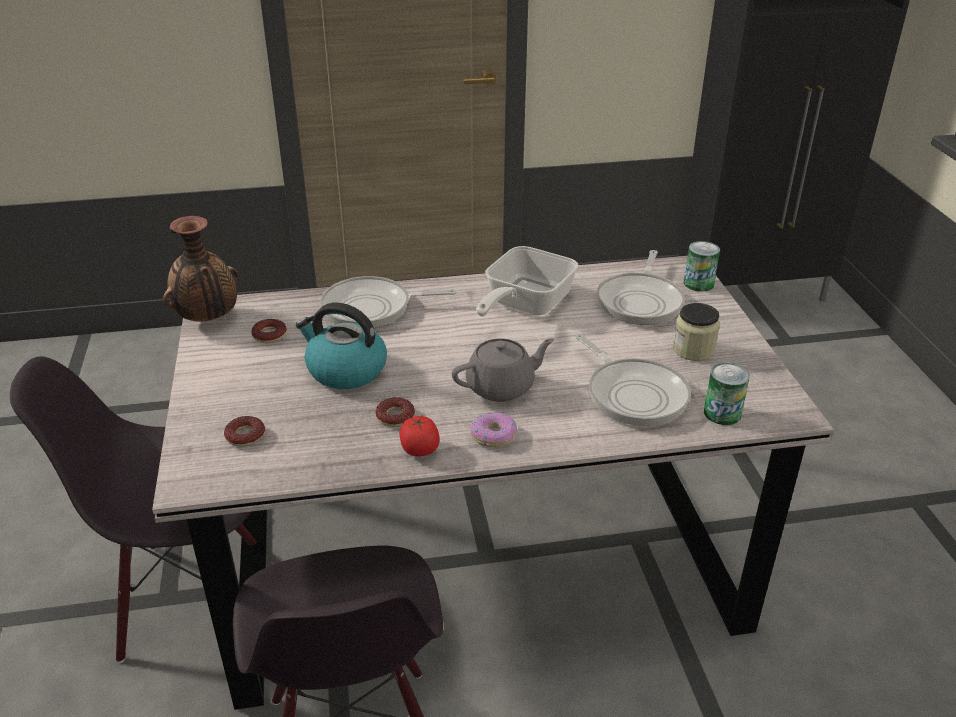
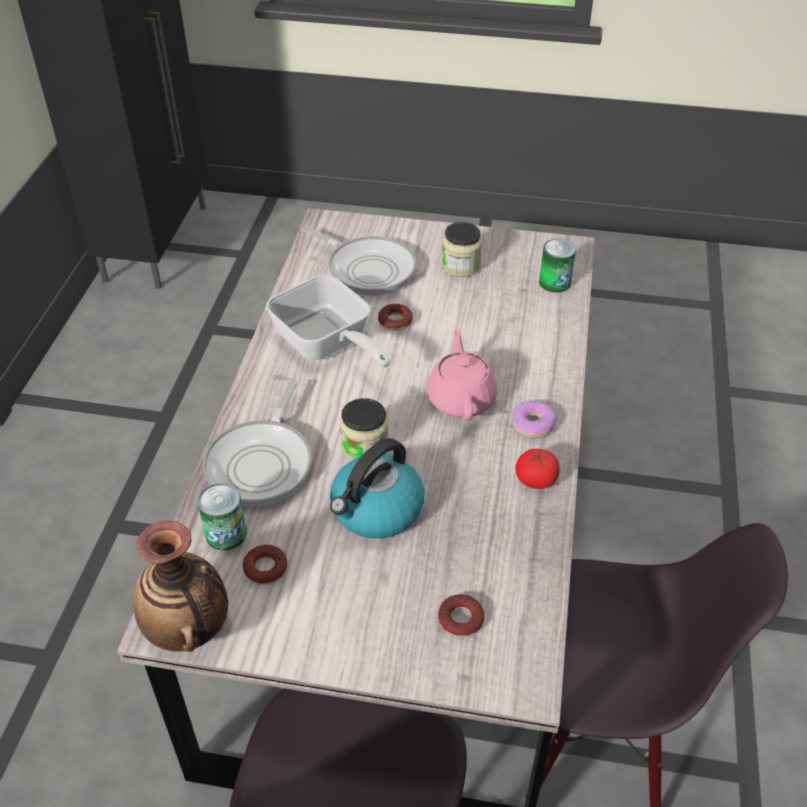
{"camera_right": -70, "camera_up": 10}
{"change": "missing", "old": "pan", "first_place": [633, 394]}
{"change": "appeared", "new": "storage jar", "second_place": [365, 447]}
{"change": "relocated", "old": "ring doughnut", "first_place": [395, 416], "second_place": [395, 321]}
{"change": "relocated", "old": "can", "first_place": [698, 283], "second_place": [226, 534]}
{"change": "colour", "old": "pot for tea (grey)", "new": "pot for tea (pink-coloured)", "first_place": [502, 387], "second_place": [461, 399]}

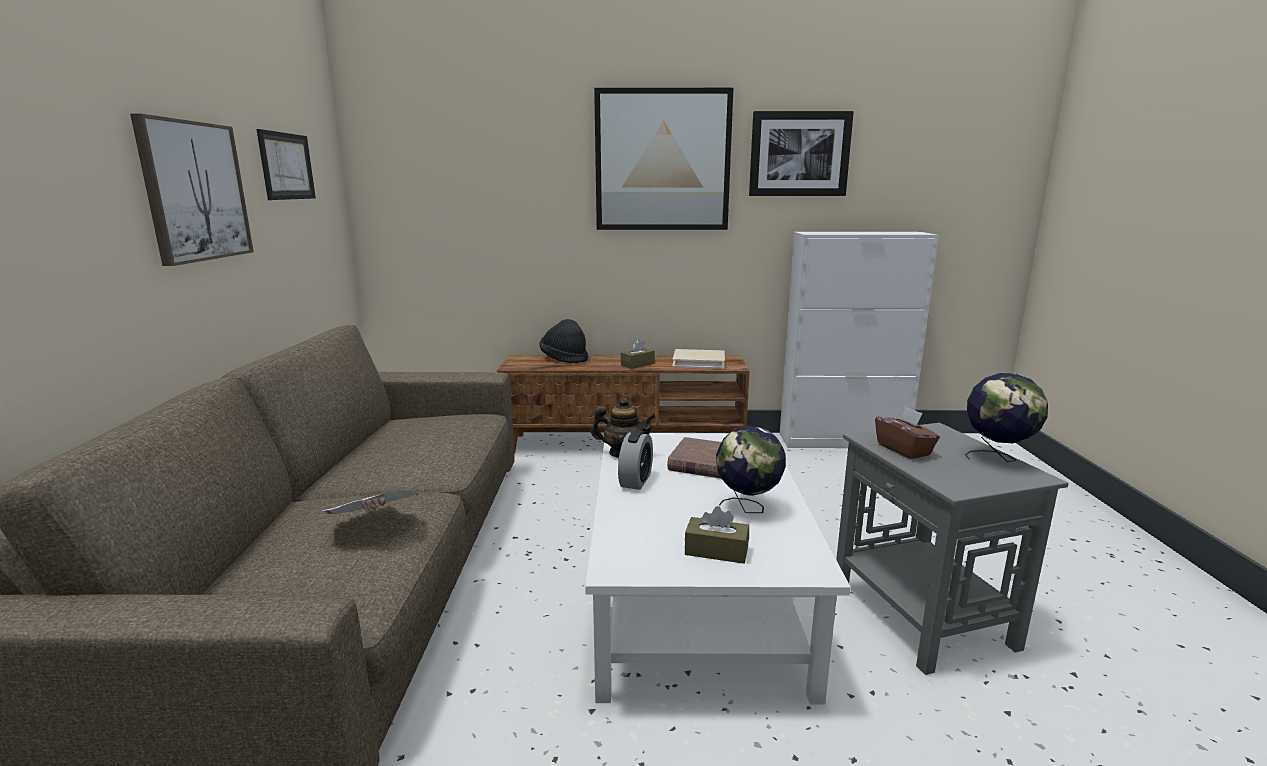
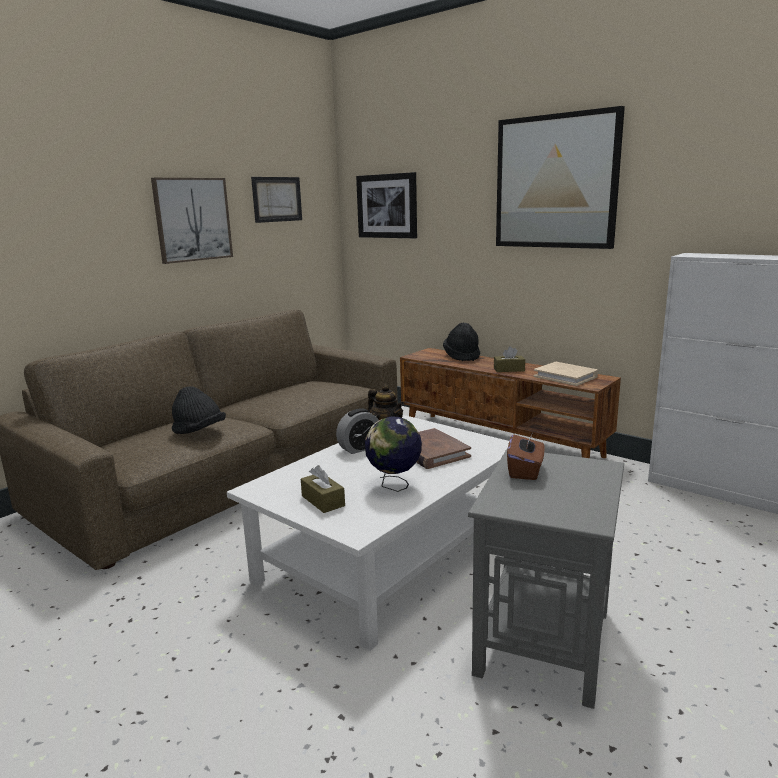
{"camera_right": 40, "camera_up": 0}
{"change": "missing", "old": "world globe", "first_place": [997, 458]}
{"change": "relocated", "old": "picture", "first_place": [799, 154], "second_place": [387, 206]}
{"change": "exchanged", "old": "daily paper", "new": "hat (blackish)", "first_place": [374, 525], "second_place": [199, 432]}

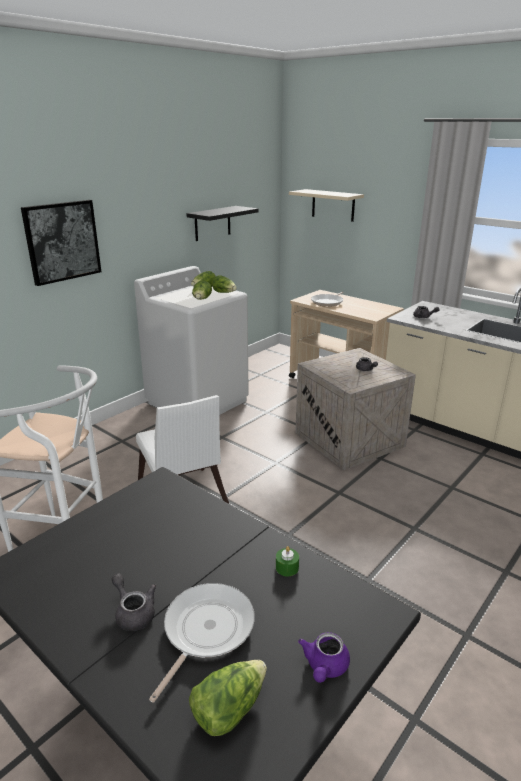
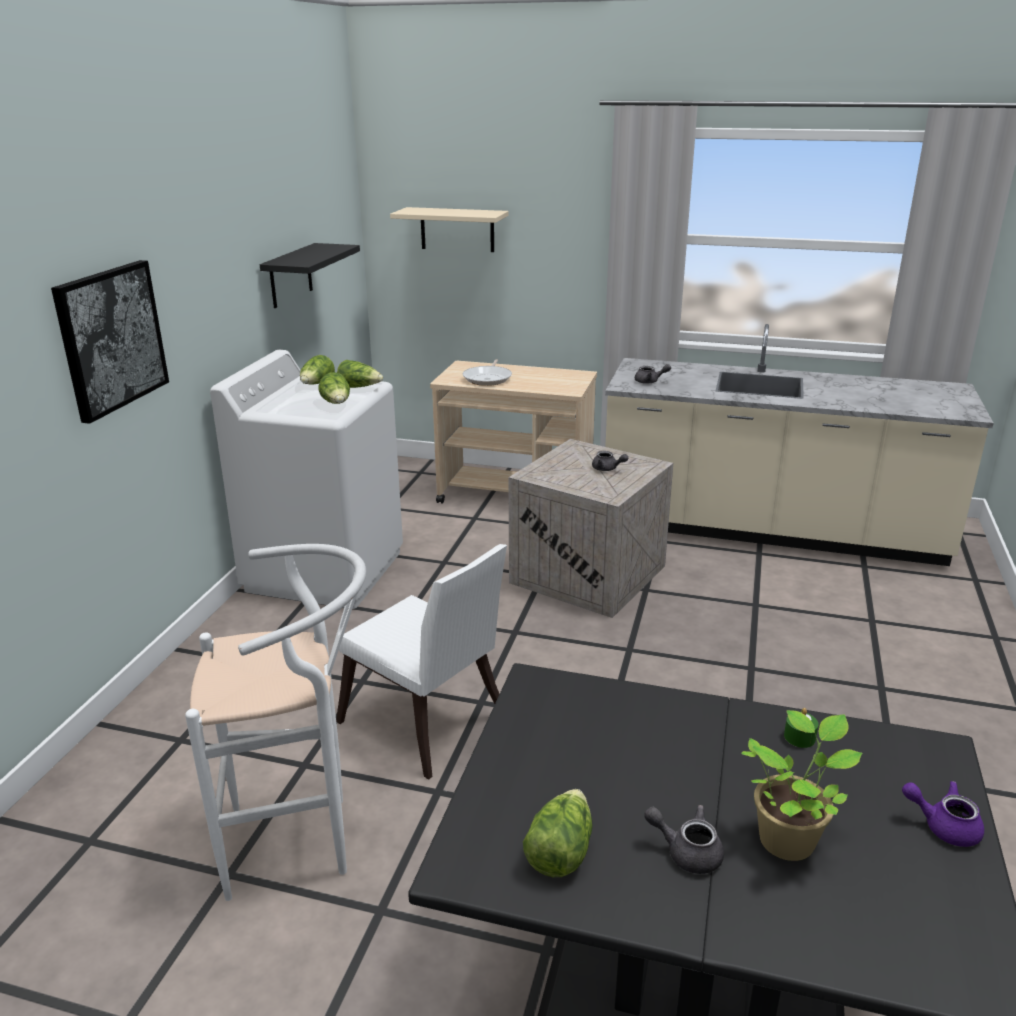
{"camera_right": -25, "camera_up": 0}
{"change": "relocated", "old": "head of lettuce", "first_place": [228, 708], "second_place": [559, 850]}
{"change": "exchanged", "old": "pan", "new": "houseplant", "first_place": [205, 630], "second_place": [789, 838]}
{"change": "spun", "old": "pot for tea (purple-coloured)", "first_place": [324, 667], "second_place": [943, 826], "degrees": 120}

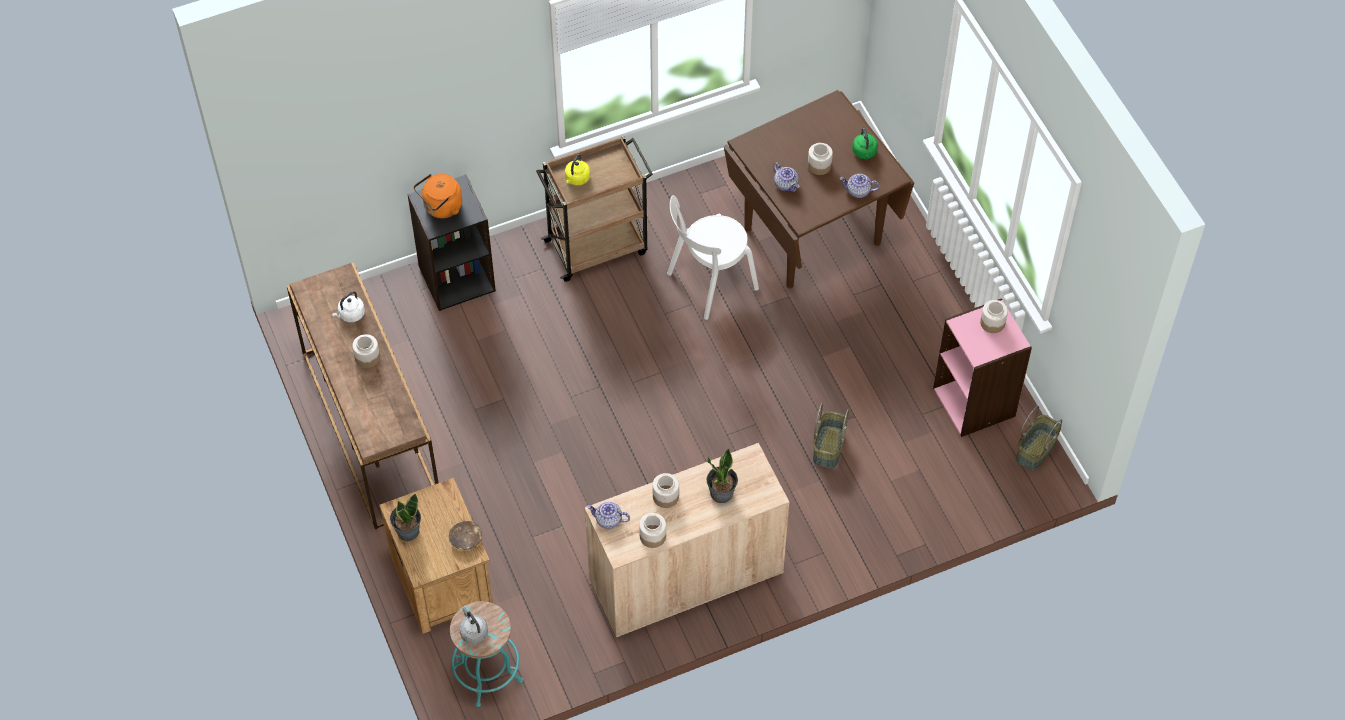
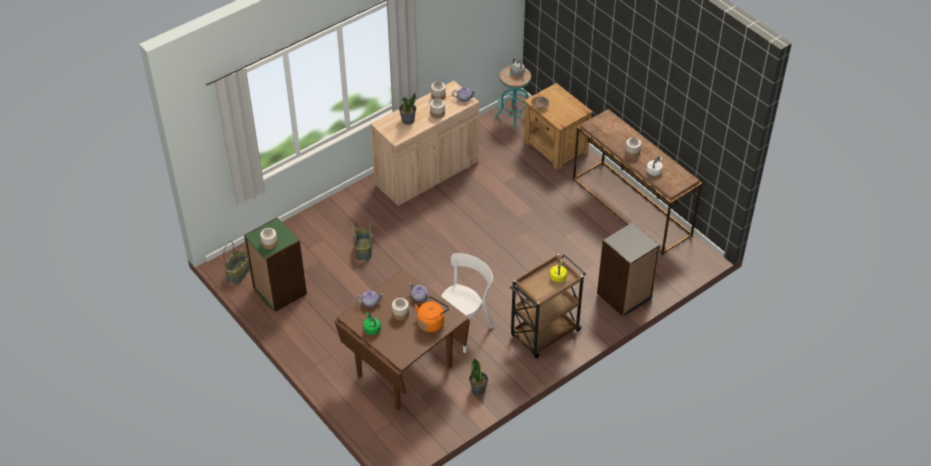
{"camera_right": 165, "camera_up": -10}
{"change": "relocated", "old": "houseplant", "first_place": [407, 531], "second_place": [478, 389]}
{"change": "relocated", "old": "tea kettle (orange)", "first_place": [441, 208], "second_place": [431, 322]}
{"change": "colour", "old": "bookshelf (pink-coloured)", "new": "bookshelf (green)", "first_place": [975, 402], "second_place": [279, 291]}

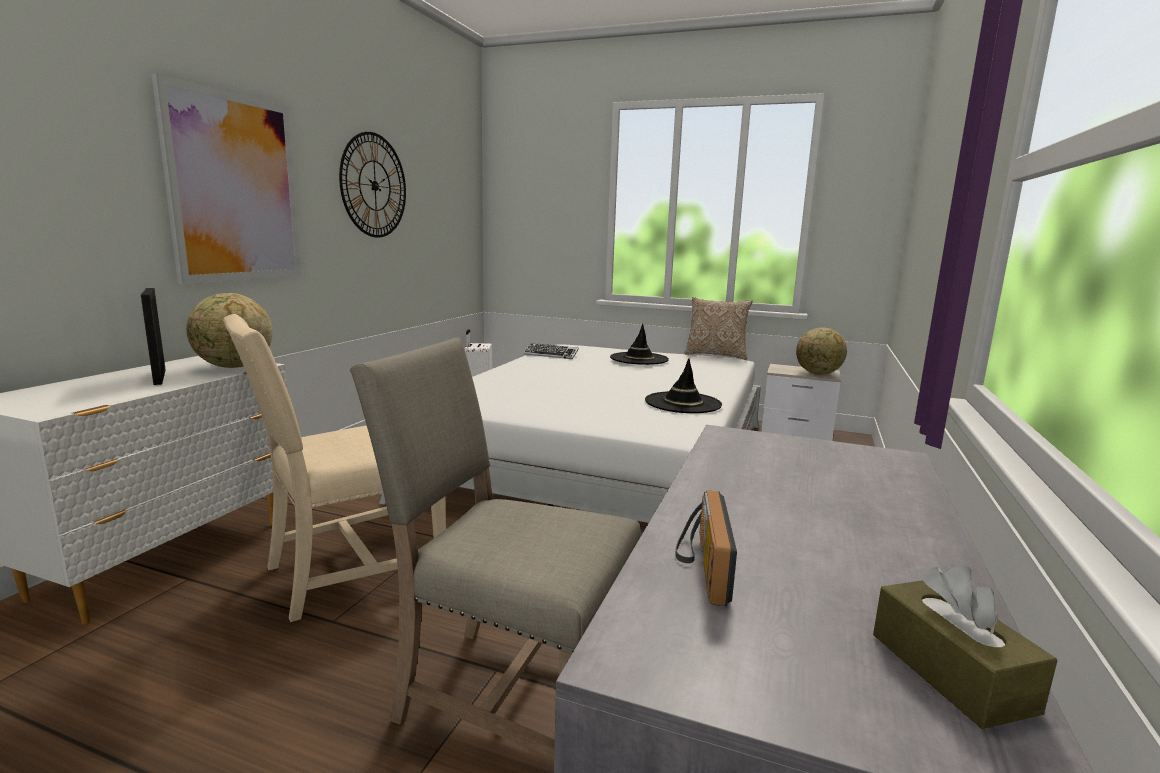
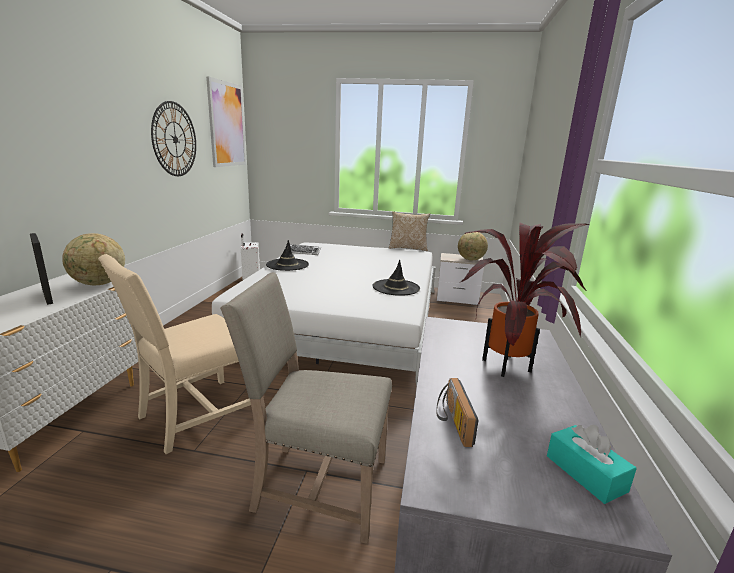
{"camera_right": -10, "camera_up": 5}
{"change": "appeared", "new": "houseplant", "second_place": [512, 366]}
{"change": "relocated", "old": "picture", "first_place": [234, 188], "second_place": [227, 124]}
{"change": "relocated", "old": "hat (blackish)", "first_place": [639, 359], "second_place": [287, 265]}
{"change": "colour", "old": "tissue box (brownish)", "new": "tissue box (blue-green)", "first_place": [950, 671], "second_place": [585, 473]}

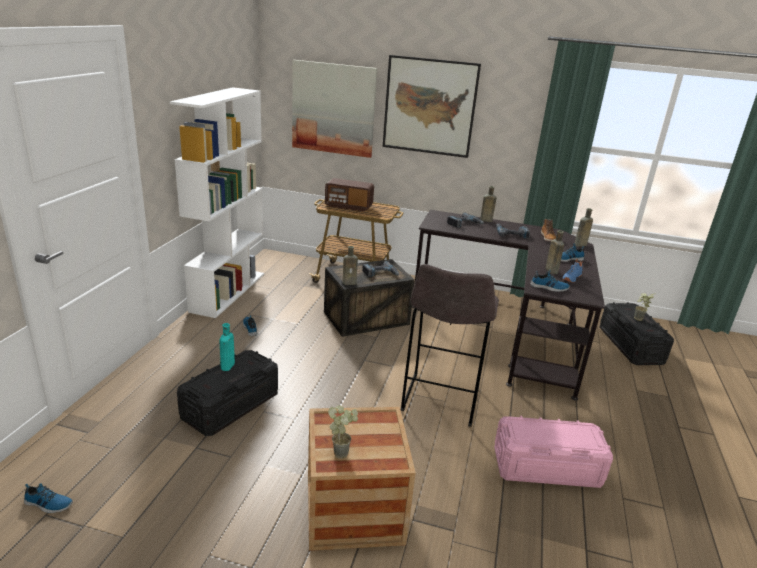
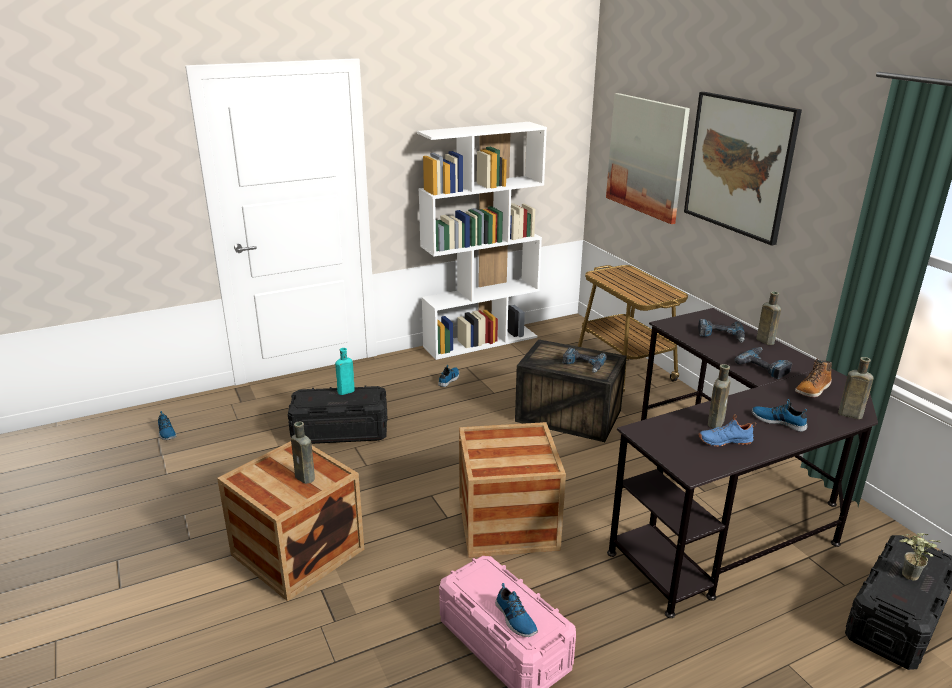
{"camera_right": 50, "camera_up": 0}
{"change": "missing", "old": "radio", "first_place": [348, 206]}
{"change": "missing", "old": "houseplant", "first_place": [342, 451]}
{"change": "relocated", "old": "drink bottle (brownish)", "first_place": [350, 283], "second_place": [306, 478]}
{"change": "relocated", "old": "low shoe", "first_place": [549, 287], "second_place": [514, 619]}
{"change": "exchanged", "old": "stool seat (grey)", "new": "crate", "first_place": [440, 401], "second_place": [507, 523]}

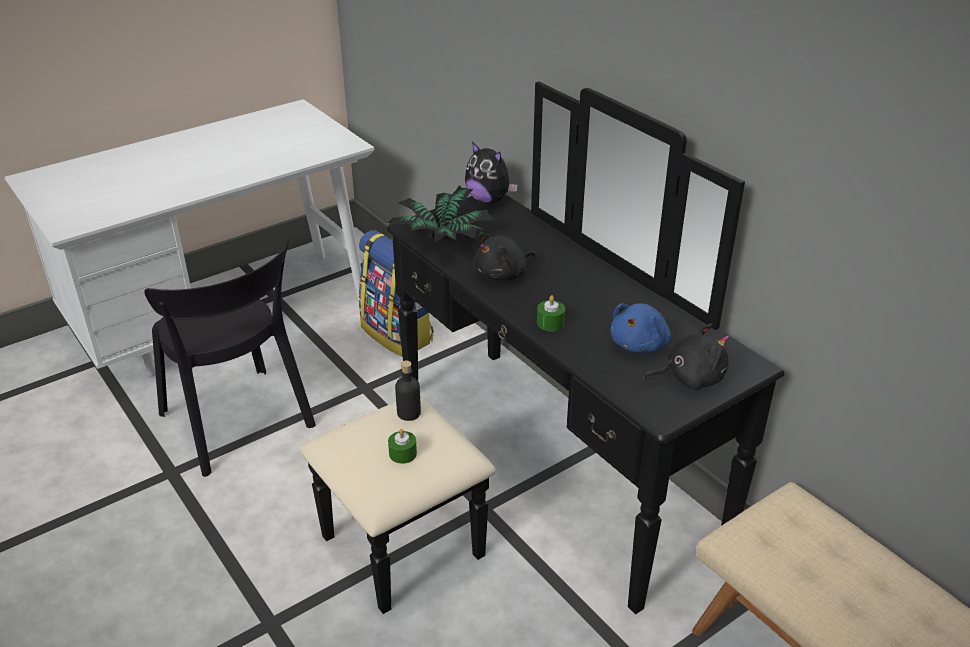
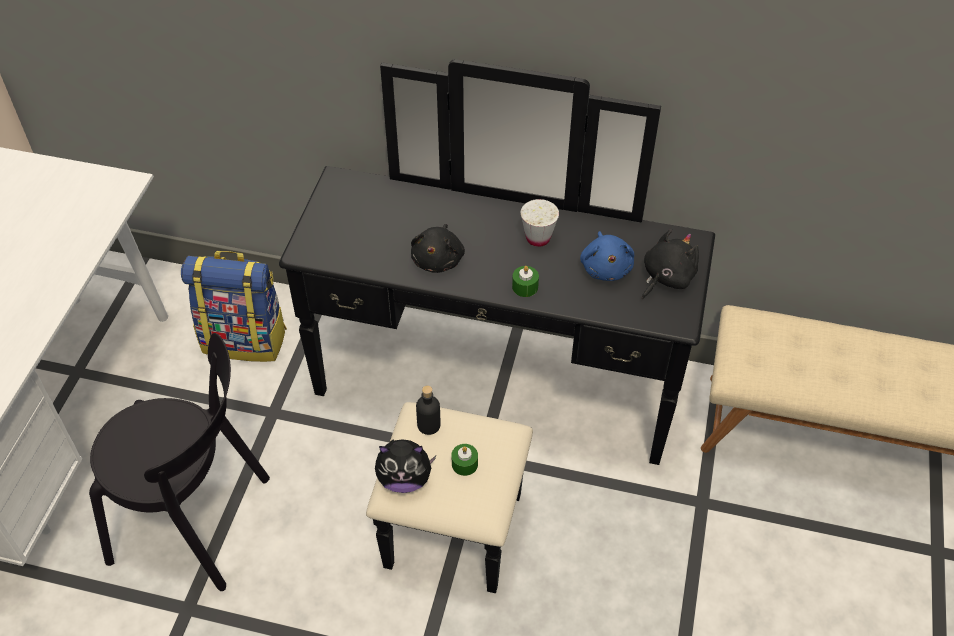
{"camera_right": -40, "camera_up": 15}
{"change": "missing", "old": "houseplant", "first_place": [441, 241]}
{"change": "appeared", "new": "small cup (whitish)", "second_place": [538, 238]}
{"change": "relocated", "old": "soft toy", "first_place": [489, 200], "second_place": [404, 479]}

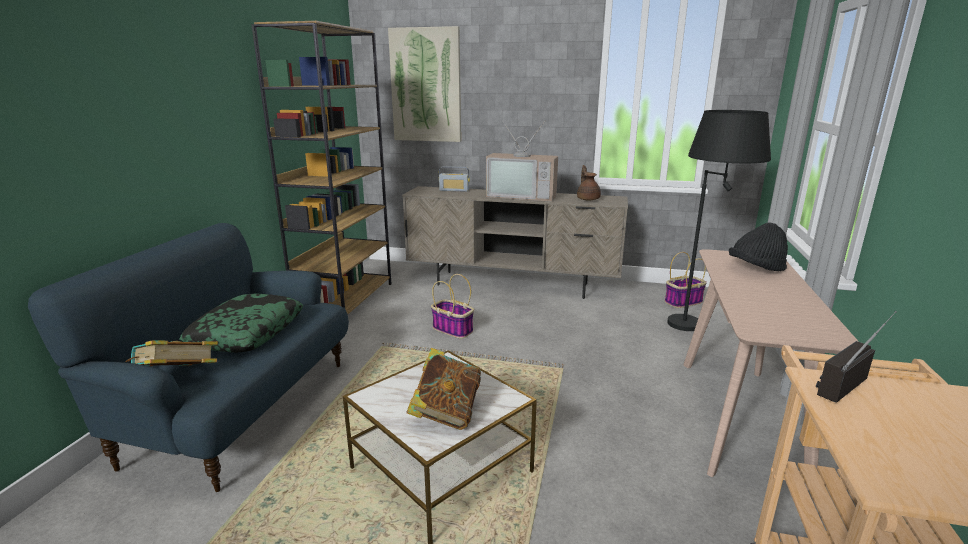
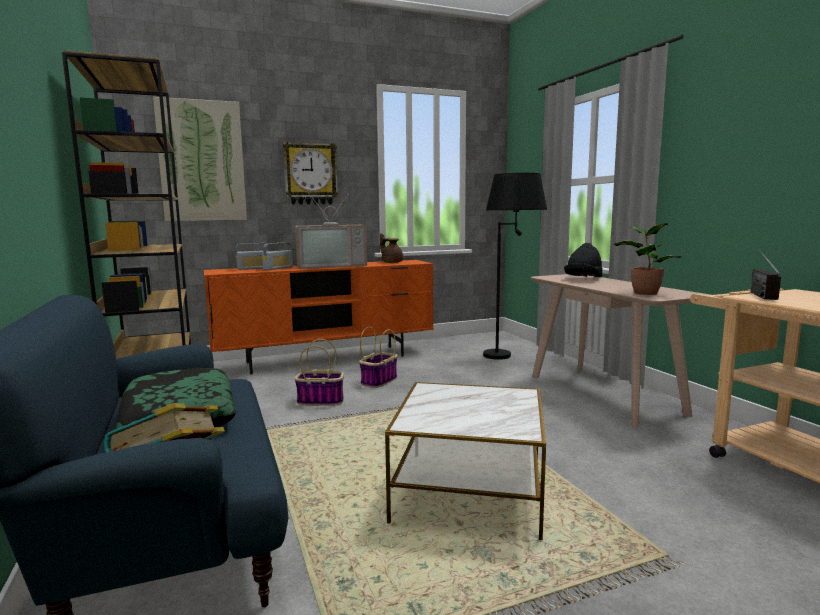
{"camera_right": -35, "camera_up": -10}
{"change": "missing", "old": "book", "first_place": [446, 413]}
{"change": "appeared", "new": "radio", "second_place": [278, 268]}
{"change": "appeared", "new": "hanging clock", "second_place": [310, 174]}
{"change": "appeared", "new": "houseplant", "second_place": [644, 293]}
{"change": "relocated", "old": "household basket", "first_place": [683, 302], "second_place": [379, 381]}
{"change": "colour", "old": "media console (beige)", "new": "media console (orange)", "first_place": [513, 284], "second_place": [327, 359]}

